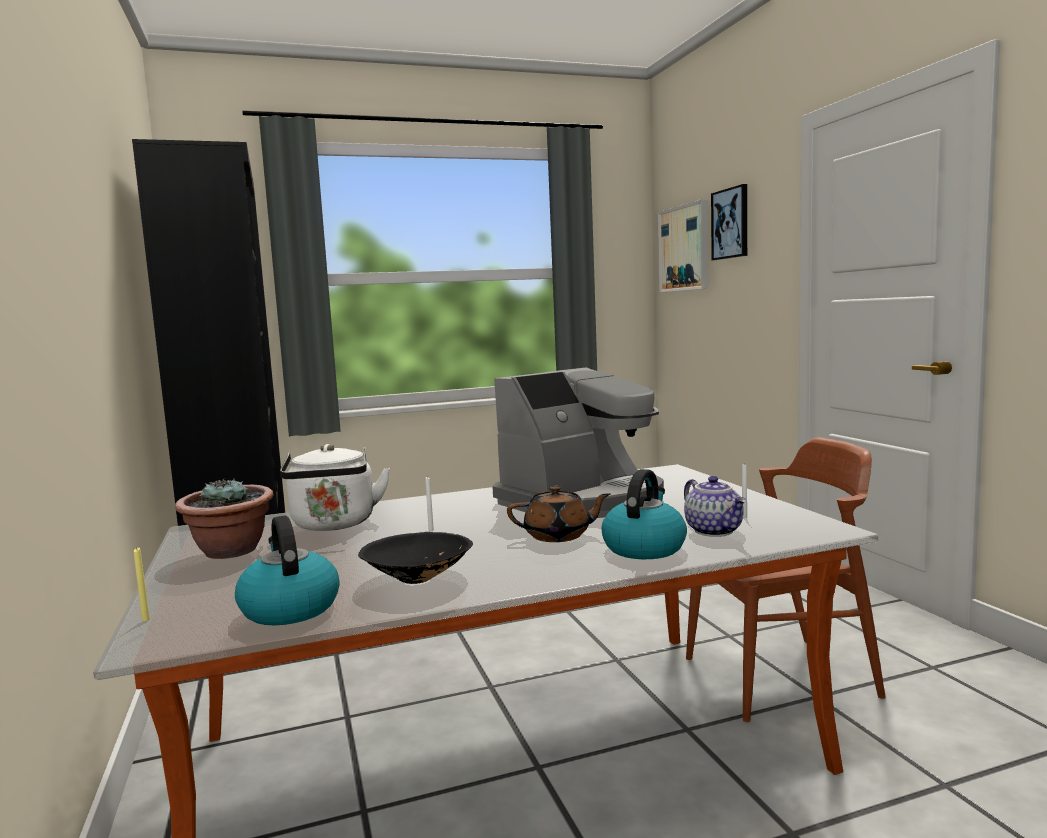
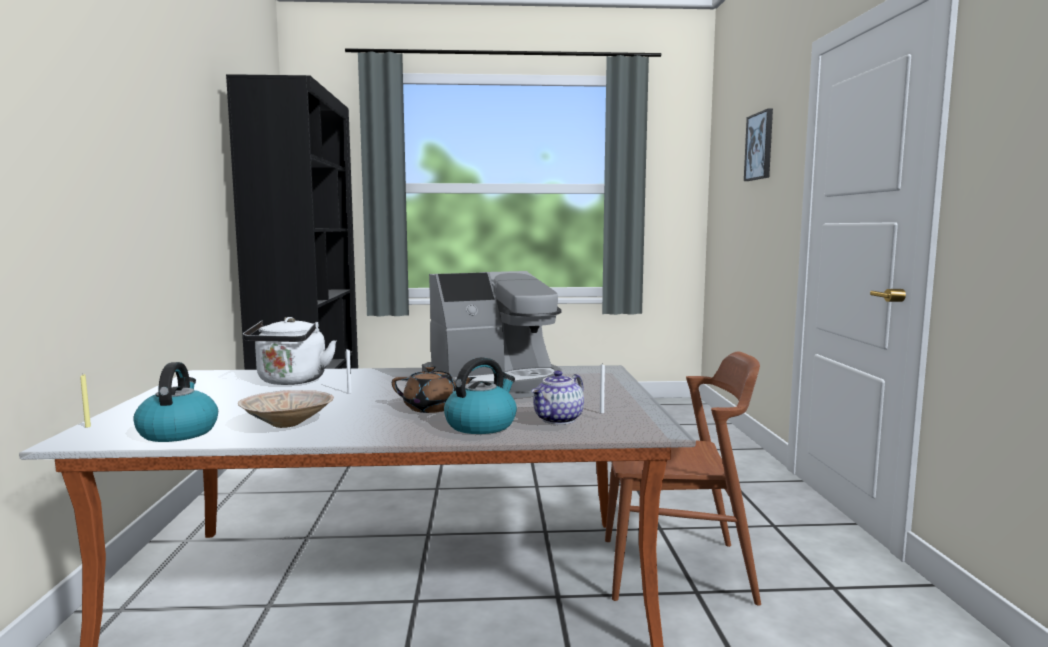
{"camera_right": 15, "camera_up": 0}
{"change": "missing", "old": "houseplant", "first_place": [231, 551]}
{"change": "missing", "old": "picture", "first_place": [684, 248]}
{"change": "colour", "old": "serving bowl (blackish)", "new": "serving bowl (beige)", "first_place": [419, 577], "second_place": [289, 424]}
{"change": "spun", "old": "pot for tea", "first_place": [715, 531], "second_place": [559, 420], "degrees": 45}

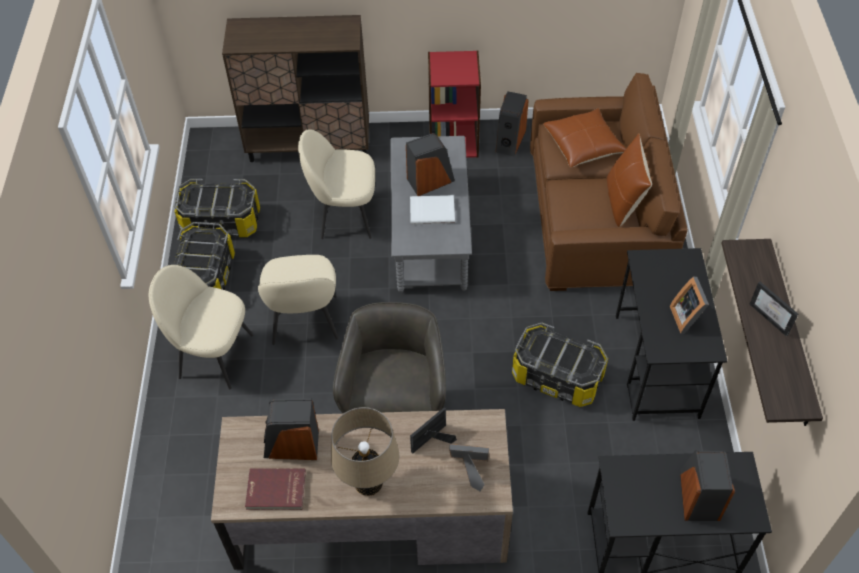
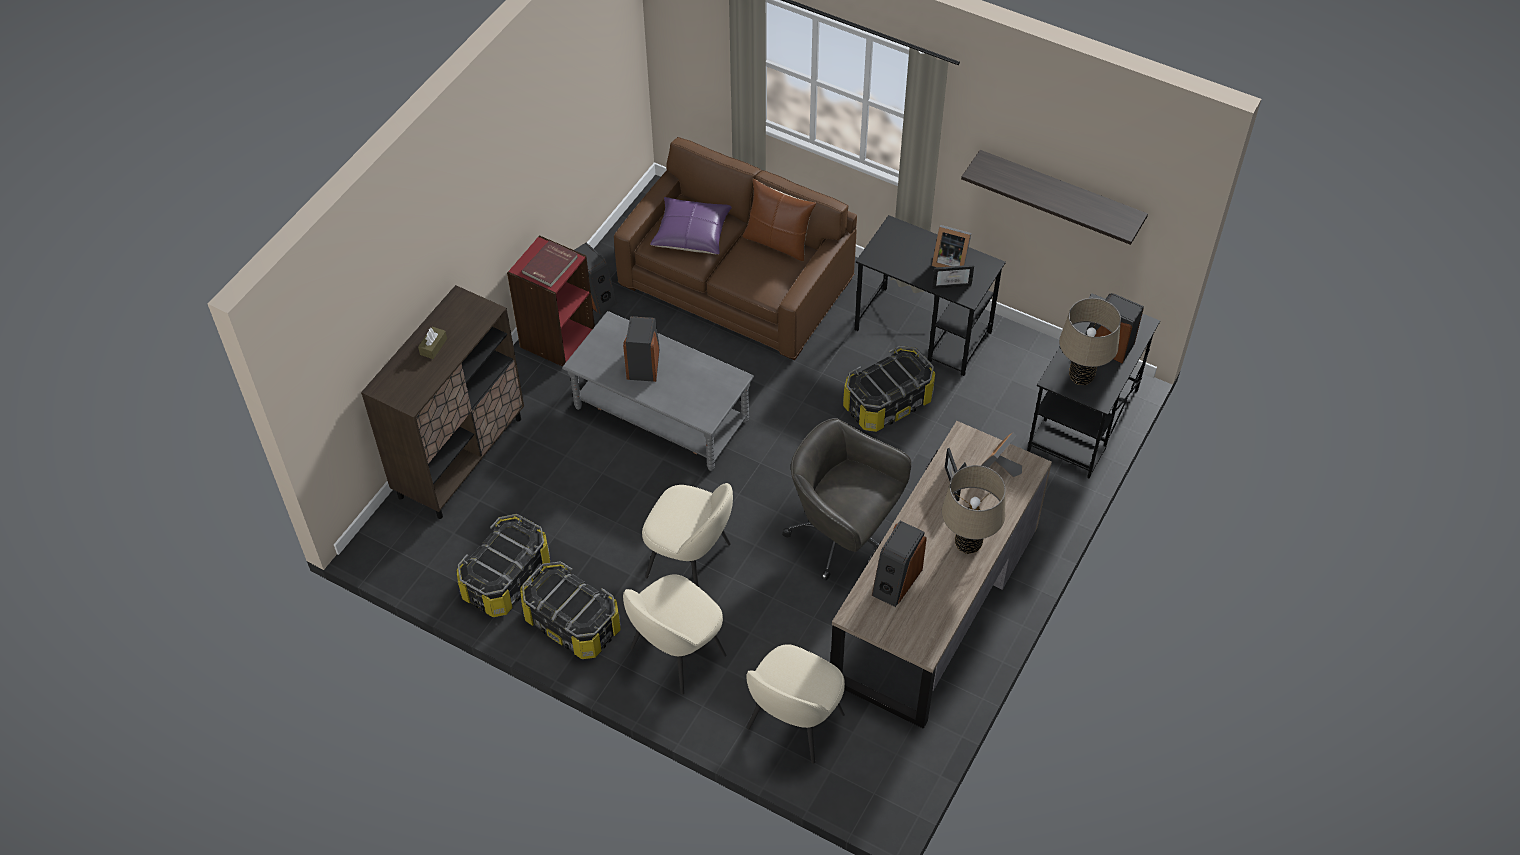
{"camera_right": -60, "camera_up": 0}
{"change": "missing", "old": "book (whitish)", "first_place": [432, 210]}
{"change": "appeared", "new": "tissue box (brownish)", "second_place": [433, 346]}
{"change": "appeared", "new": "table lamp (beige)", "second_place": [1081, 376]}
{"change": "relocated", "old": "book (red-coloured)", "first_place": [276, 491], "second_place": [551, 266]}
{"change": "relocated", "old": "plain chair (beige)", "first_place": [344, 215], "second_place": [793, 723]}
{"change": "relocated", "old": "picture frame", "first_place": [772, 317], "second_place": [951, 283]}
{"change": "colour", "old": "pillow (brownish)", "new": "pillow (purple-coloured)", "first_place": [583, 145], "second_place": [691, 233]}

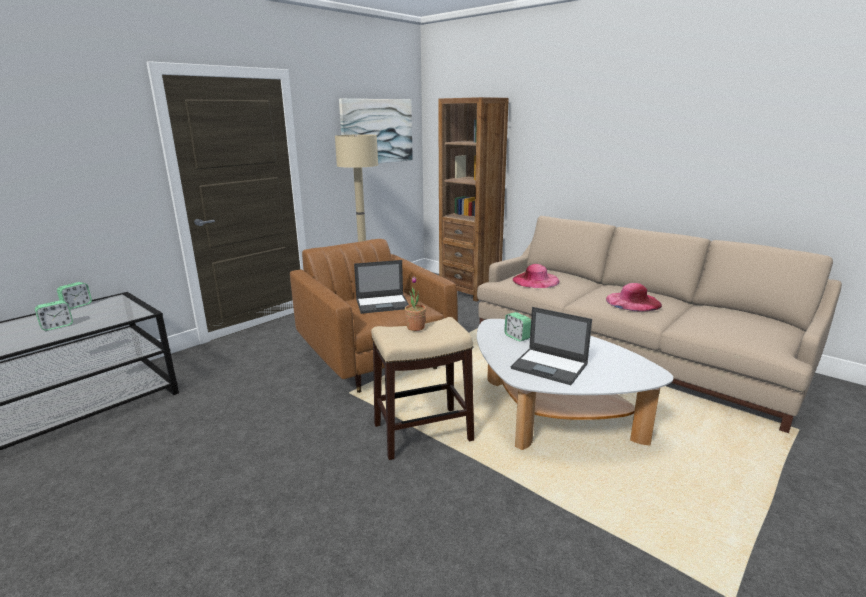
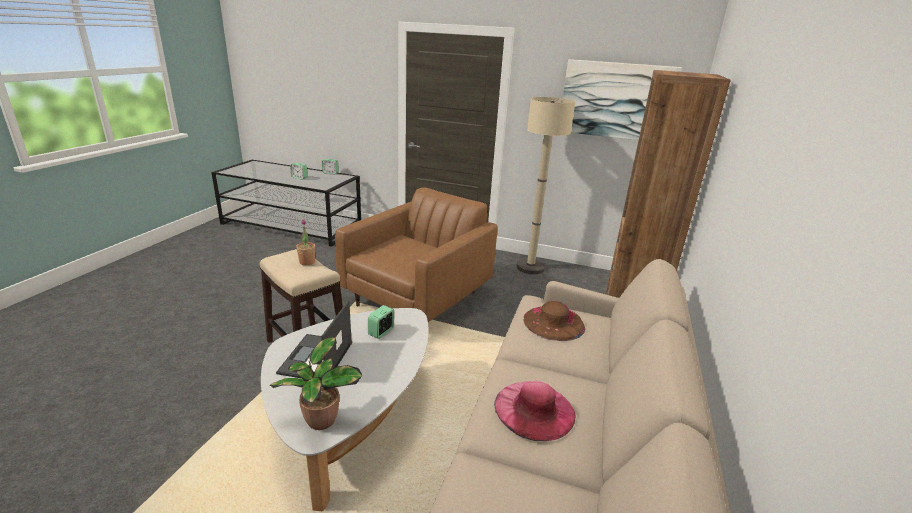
{"camera_right": 65, "camera_up": 5}
{"change": "missing", "old": "laptop", "first_place": [383, 304]}
{"change": "appeared", "new": "houseplant", "second_place": [320, 421]}
{"change": "colour", "old": "hat (pink-coloured)", "new": "hat (brownish)", "first_place": [535, 280], "second_place": [554, 322]}

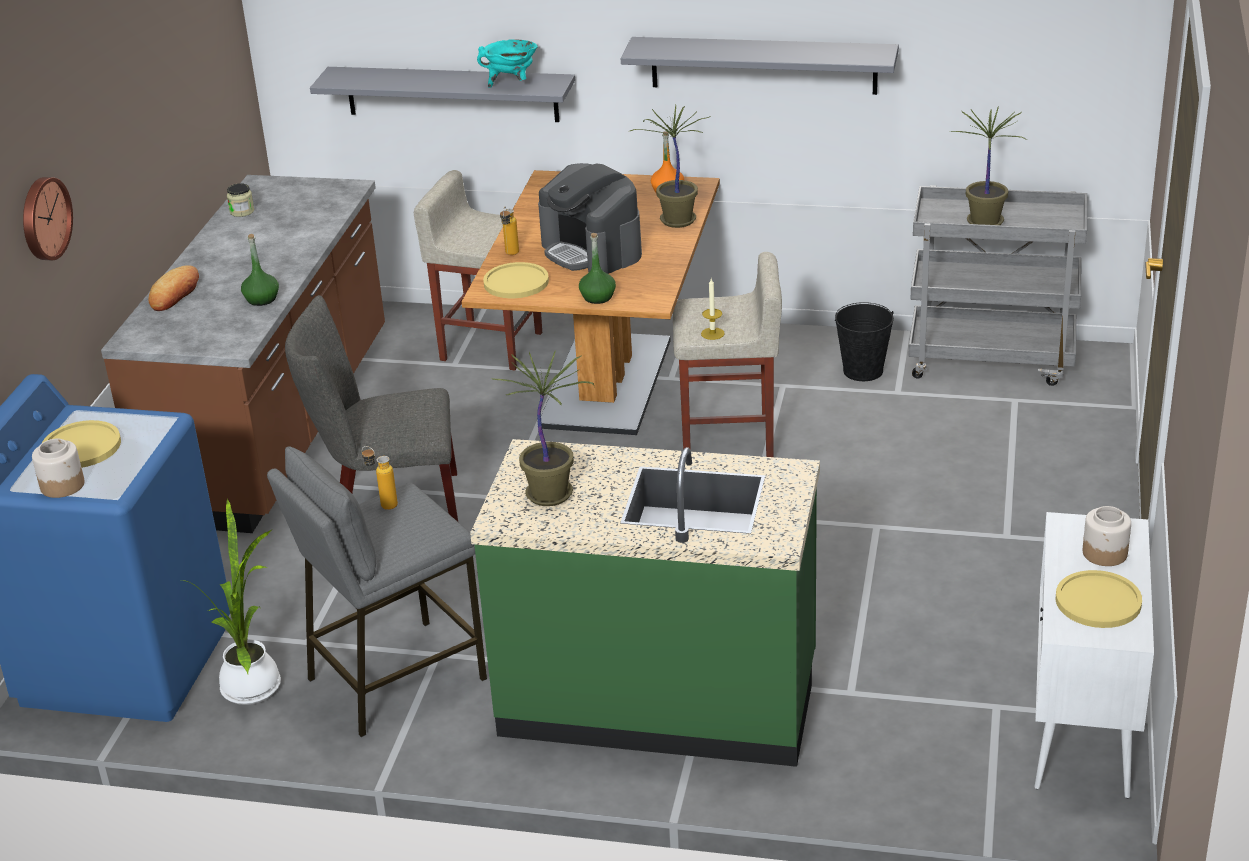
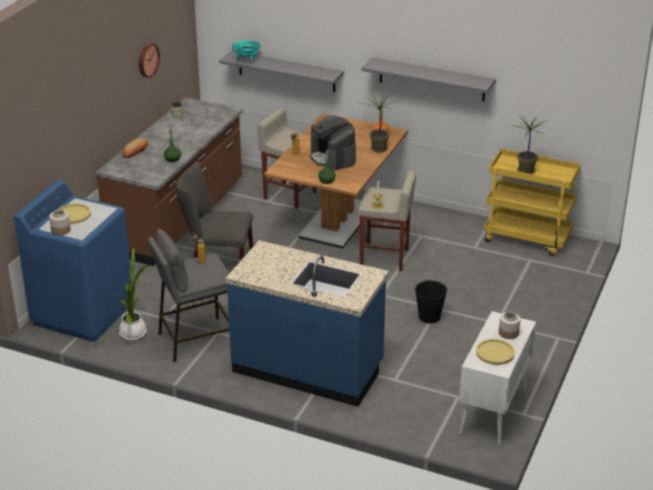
{"camera_right": 10, "camera_up": 0}
{"change": "missing", "old": "dinner plate (yellowish)", "first_place": [516, 282]}
{"change": "missing", "old": "houseplant", "first_place": [551, 494]}
{"change": "relocated", "old": "hanging clock", "first_place": [43, 218], "second_place": [147, 60]}
{"change": "relocated", "old": "stockpot (blue-green)", "first_place": [511, 83], "second_place": [247, 61]}
{"change": "relocated", "old": "water bucket (blackish)", "first_place": [863, 371], "second_place": [429, 317]}
{"change": "colour", "old": "counter (green)", "new": "counter (bluish)", "first_place": [659, 699], "second_place": [308, 368]}
{"change": "colour", "old": "wheeled cart (grey)", "new": "wheeled cart (yellowish)", "first_place": [992, 360], "second_place": [528, 239]}

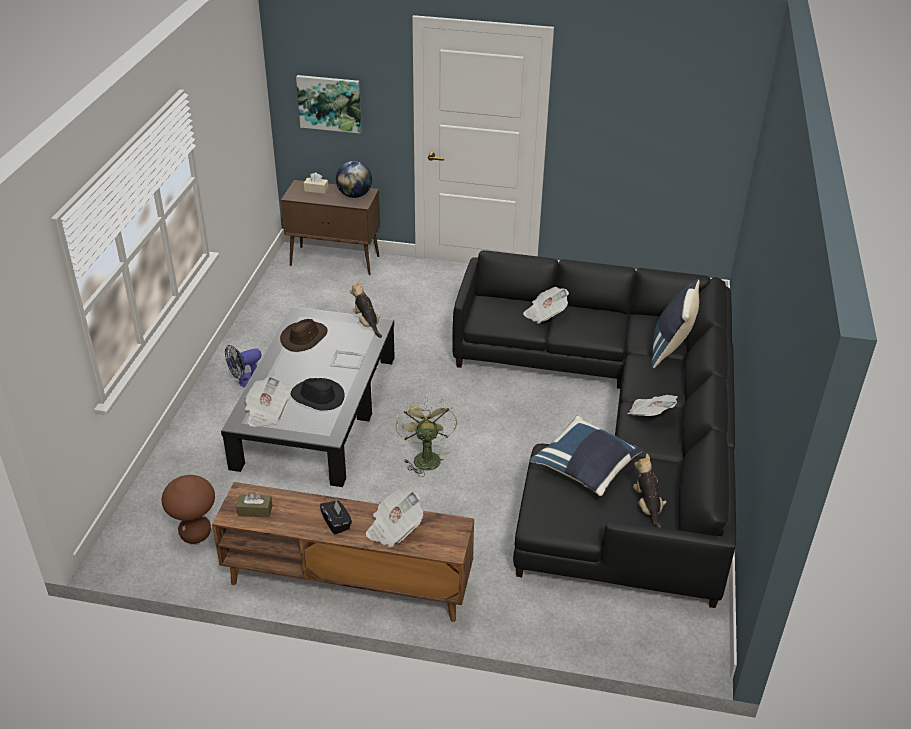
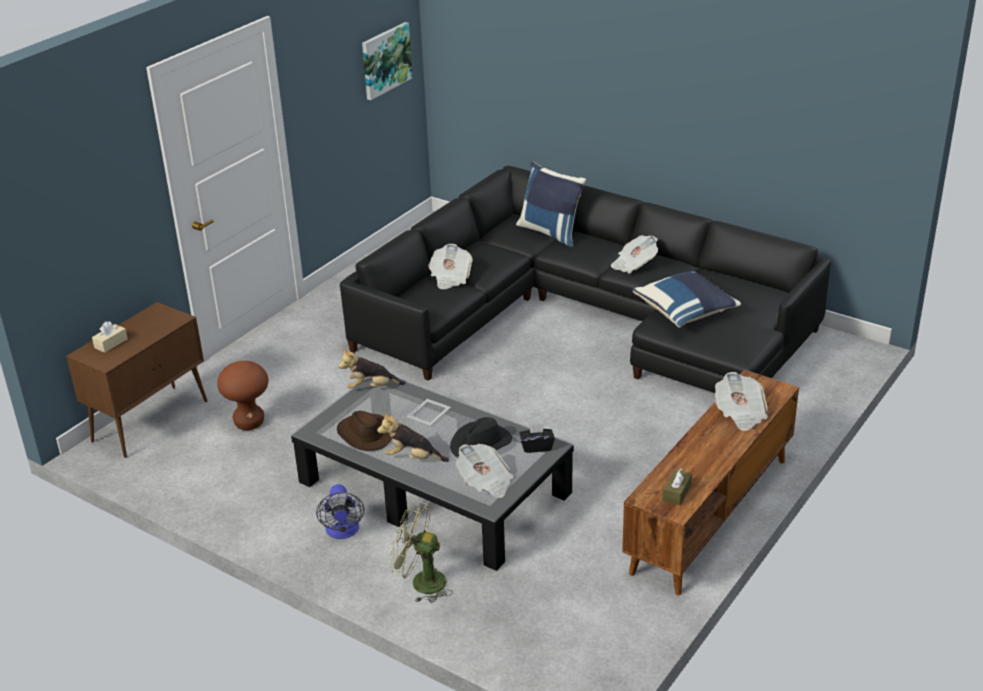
{"camera_right": -65, "camera_up": -5}
{"change": "missing", "old": "world globe", "first_place": [354, 195]}
{"change": "relocated", "old": "stool seat (brownish)", "first_place": [195, 534], "second_place": [249, 423]}
{"change": "relocated", "old": "picture", "first_place": [329, 103], "second_place": [385, 60]}
{"change": "relocated", "old": "tissue box (blackish)", "first_place": [336, 523], "second_place": [536, 447]}
{"change": "relocated", "old": "fan (green)", "first_place": [425, 457], "second_place": [420, 582]}
{"change": "relocated", "old": "soft toy", "first_place": [647, 507], "second_place": [412, 458]}

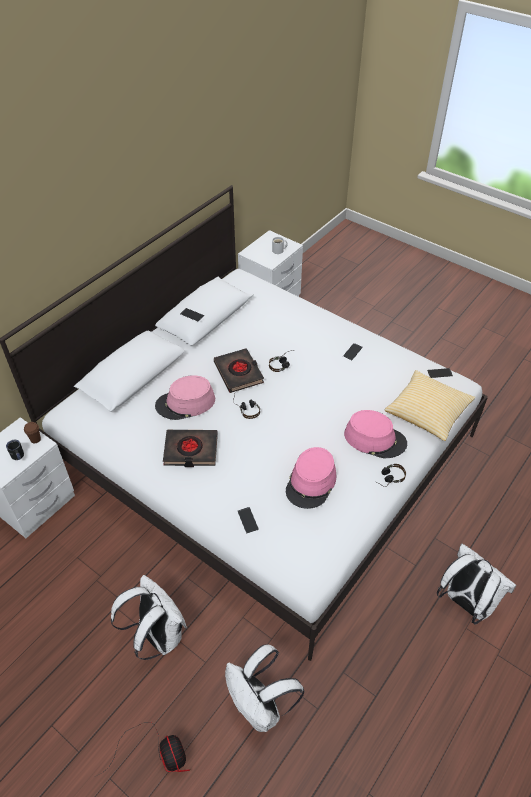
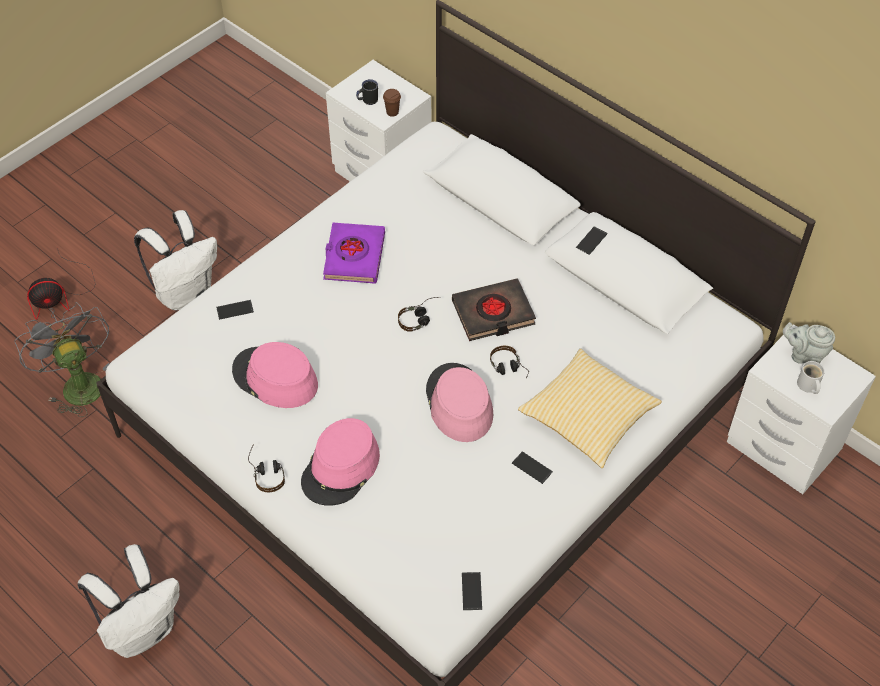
{"camera_right": 95, "camera_up": 5}
{"change": "appeared", "new": "pot for tea (grey)", "second_place": [804, 356]}
{"change": "relocated", "old": "hat (pink-coloured)", "first_place": [185, 403], "second_place": [458, 403]}
{"change": "relocated", "old": "pillow", "first_place": [427, 413], "second_place": [588, 417]}
{"change": "exchanged", "old": "knapsack (whitish)", "new": "fan (grey)", "first_place": [260, 708], "second_place": [78, 383]}
{"change": "colour", "old": "book (blackish)", "new": "book (purple-coloured)", "first_place": [191, 450], "second_place": [354, 256]}

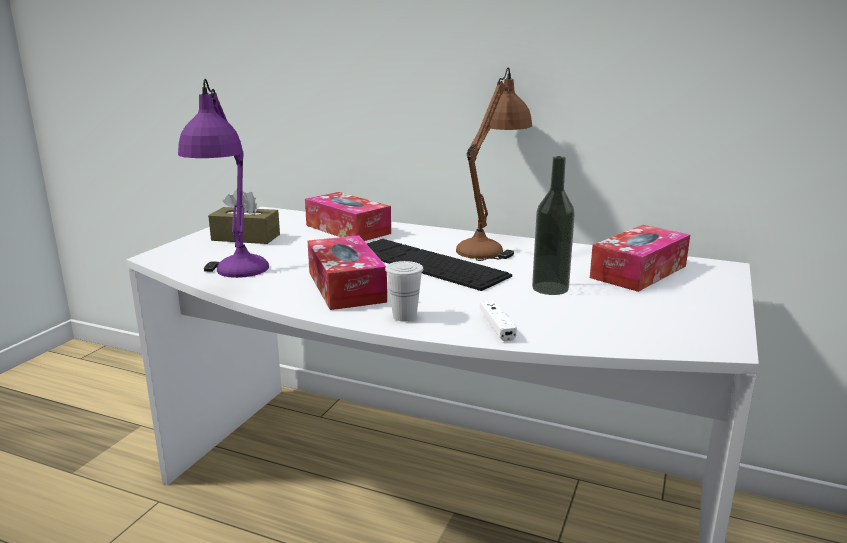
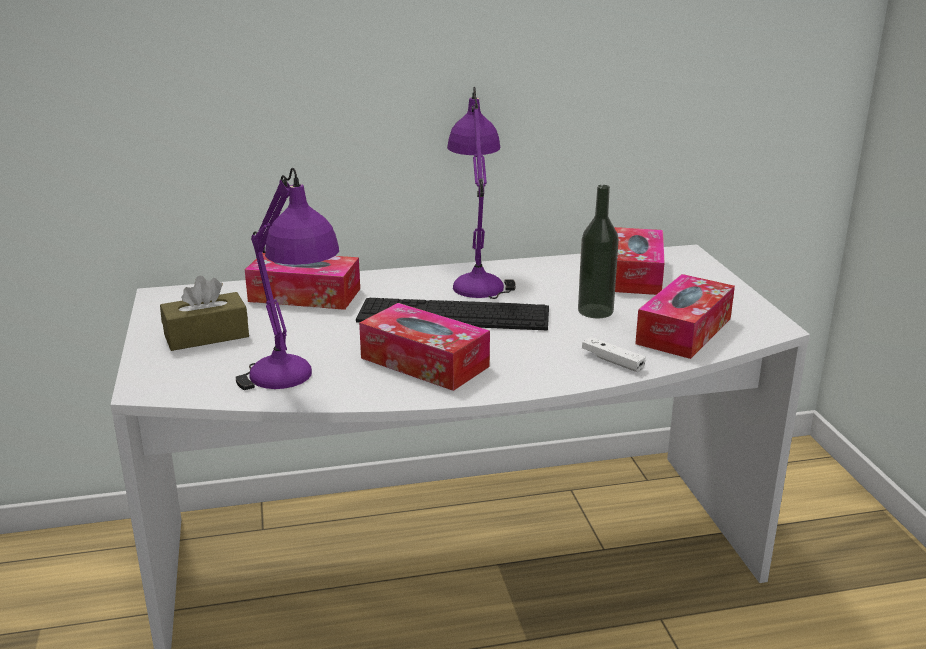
{"camera_right": -35, "camera_up": 5}
{"change": "missing", "old": "small cup (whitish)", "first_place": [404, 316]}
{"change": "appeared", "new": "tissue box", "second_place": [684, 331]}
{"change": "colour", "old": "table lamp (brownish)", "new": "table lamp (purple-coloured)", "first_place": [492, 244], "second_place": [477, 277]}

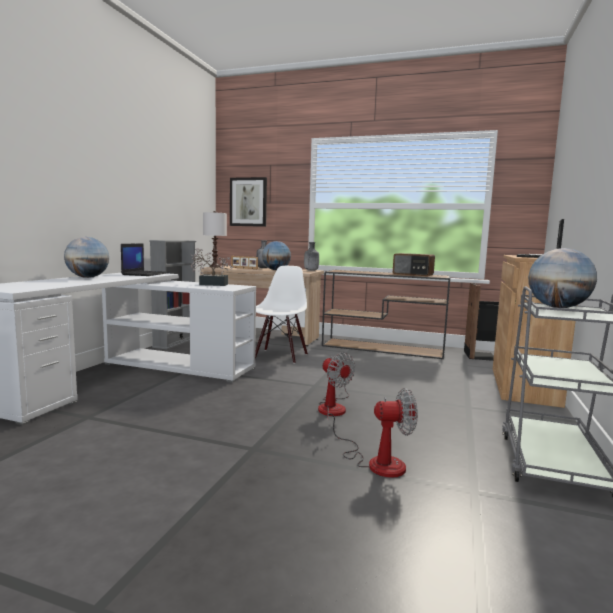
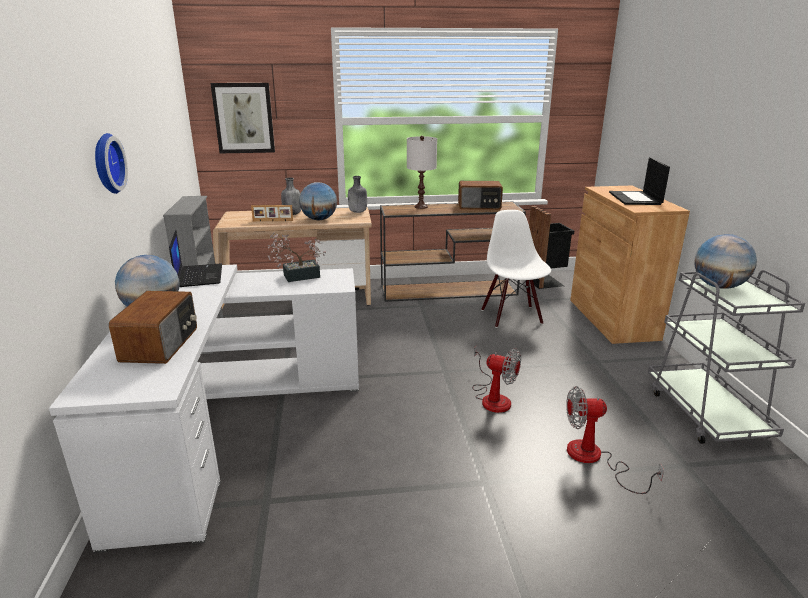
{"camera_right": -25, "camera_up": 15}
{"change": "appeared", "new": "hanging clock", "second_place": [105, 163]}
{"change": "appeared", "new": "radio", "second_place": [161, 344]}
{"change": "relocated", "old": "table lamp (whitish)", "first_place": [215, 267], "second_place": [421, 207]}
{"change": "relocated", "old": "plain chair (whitish)", "first_place": [280, 356], "second_place": [512, 316]}
{"change": "spun", "old": "fan", "first_place": [376, 462], "second_place": [594, 459], "degrees": -150}

